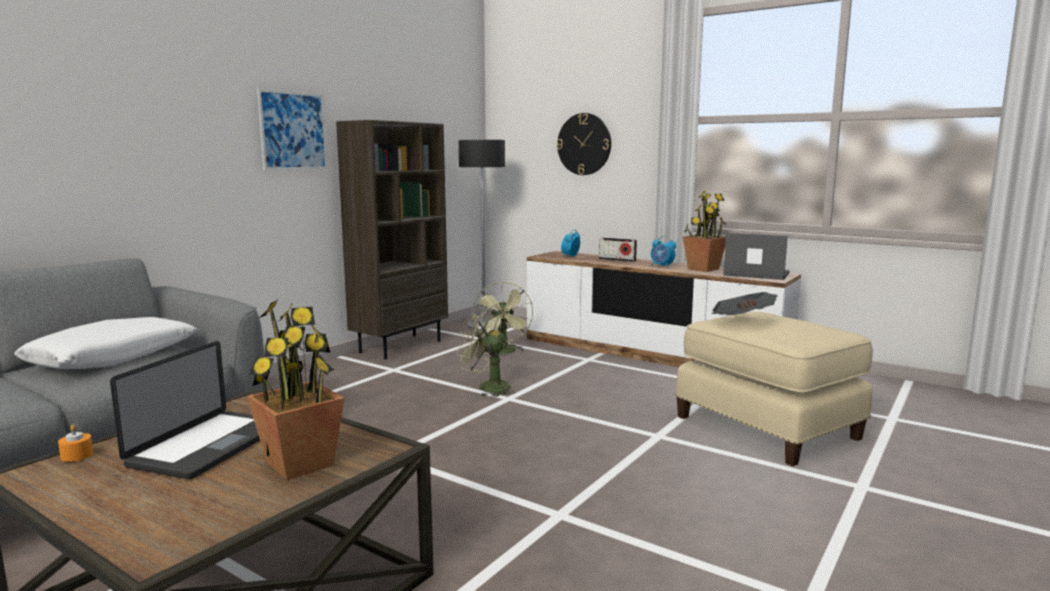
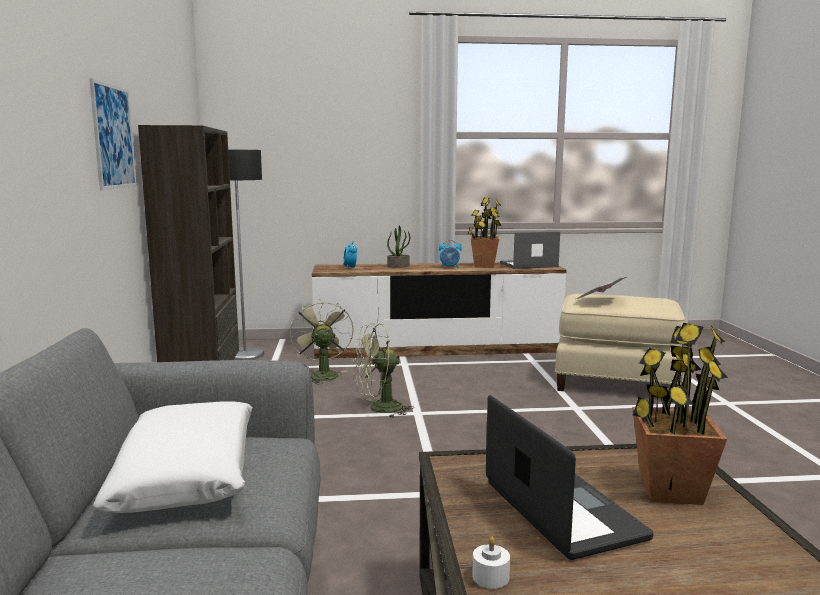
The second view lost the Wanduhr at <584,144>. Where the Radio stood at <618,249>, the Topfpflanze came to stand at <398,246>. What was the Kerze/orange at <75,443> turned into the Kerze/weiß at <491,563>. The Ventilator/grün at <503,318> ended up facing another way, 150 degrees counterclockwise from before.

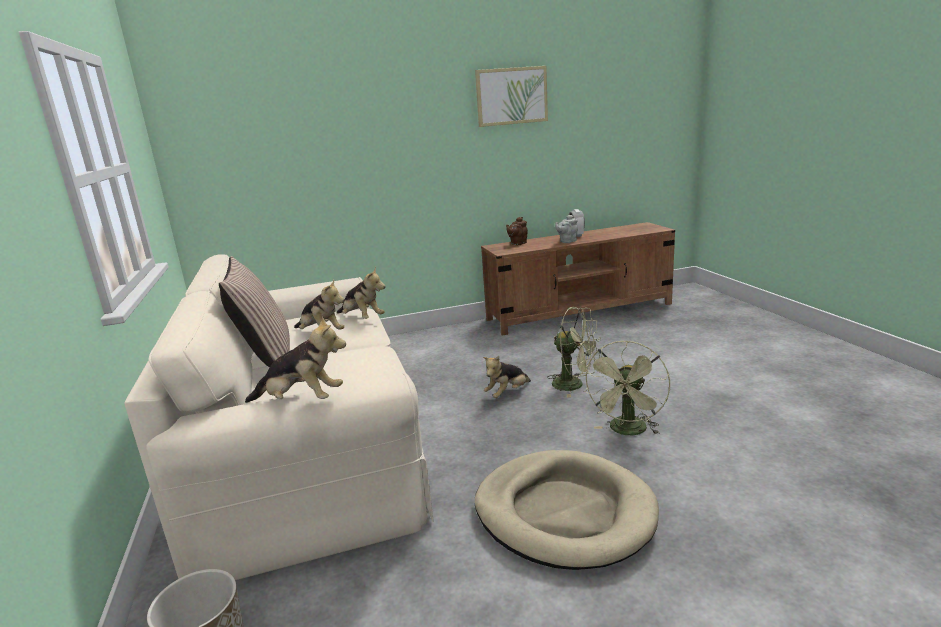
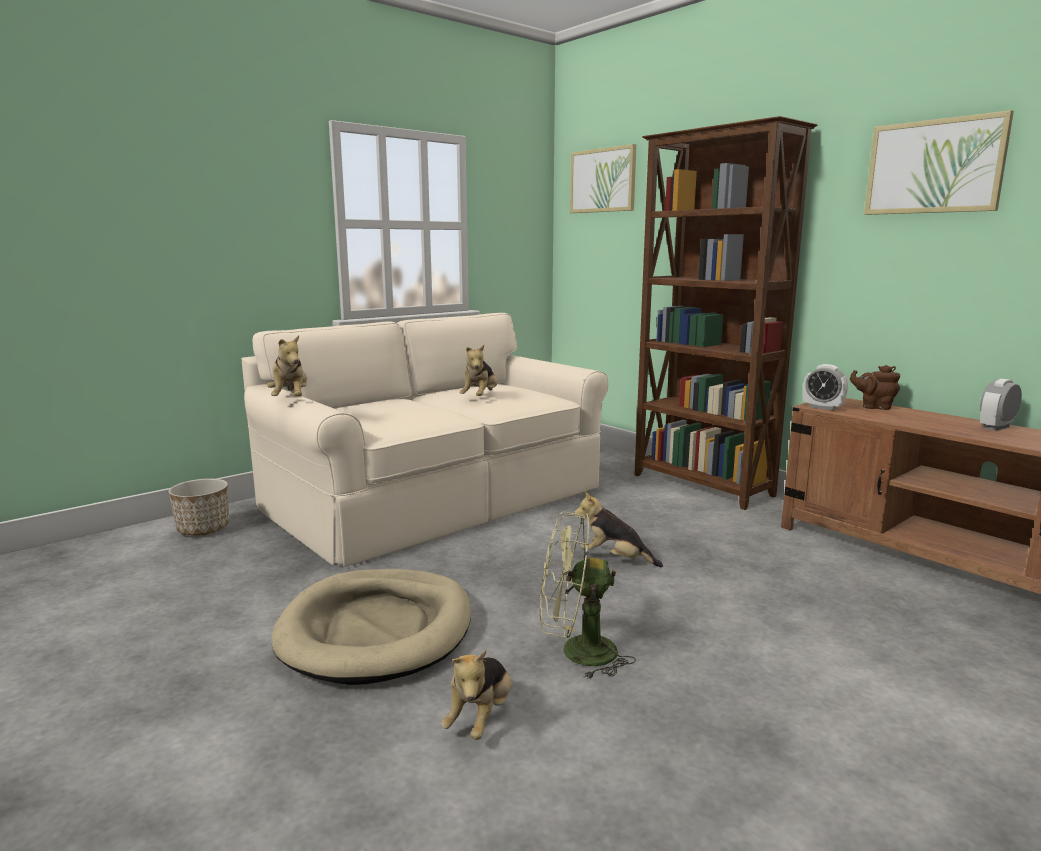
The second view lost the Kissen at <254,312>. The second view lost the Ventilator/grün at <574,352>. The second view lost the Teekanne/grau at <566,229>. The second view gained the Bild at <603,178>. The second view gained the Bücherregal/braun at <726,313>. The second view gained the Wecker at <825,387>. The Plüschtier ended up elsewhere, having gone from <361,293> to <476,695>.

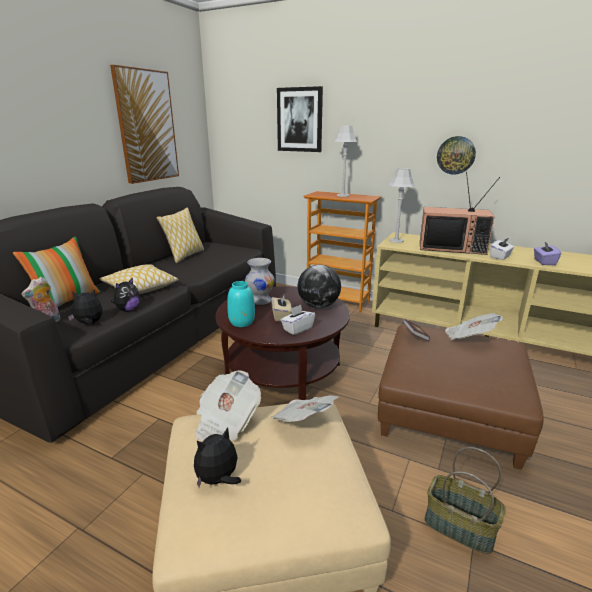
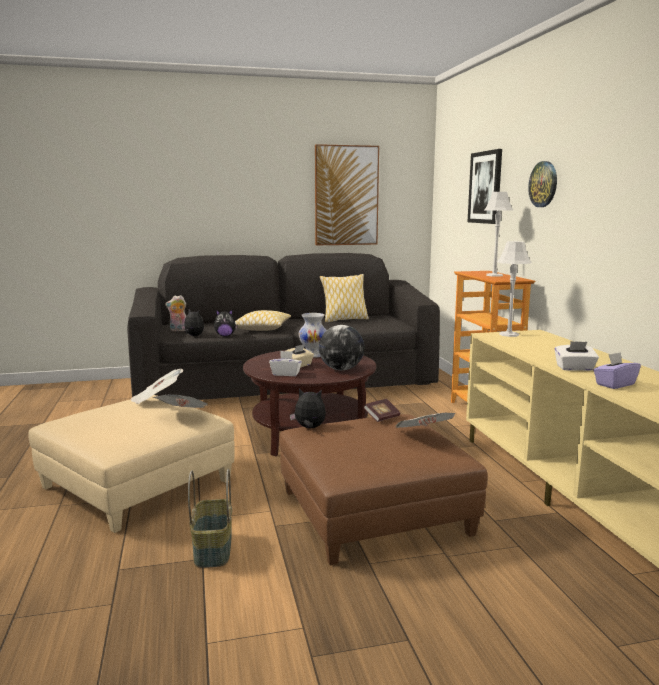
The second view lost the Kissen at <57,272>. The second view lost the Vase/türkis at <241,304>. The second view lost the Fernseher at <460,213>. The Plüschtier ended up elsewhere, having gone from <217,457> to <308,408>. The Wanduhr ended up elsewhere, having gone from <456,155> to <542,184>.

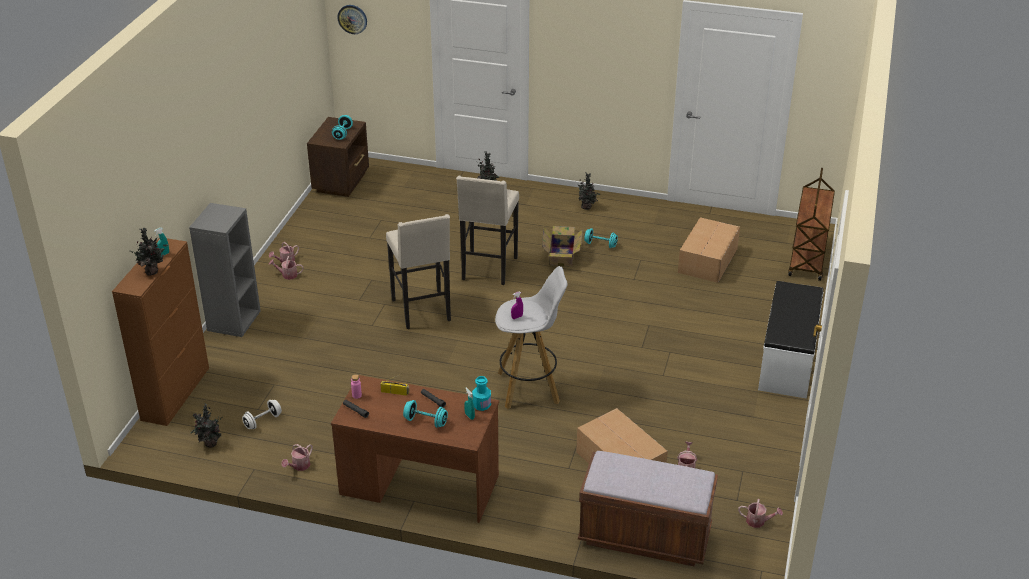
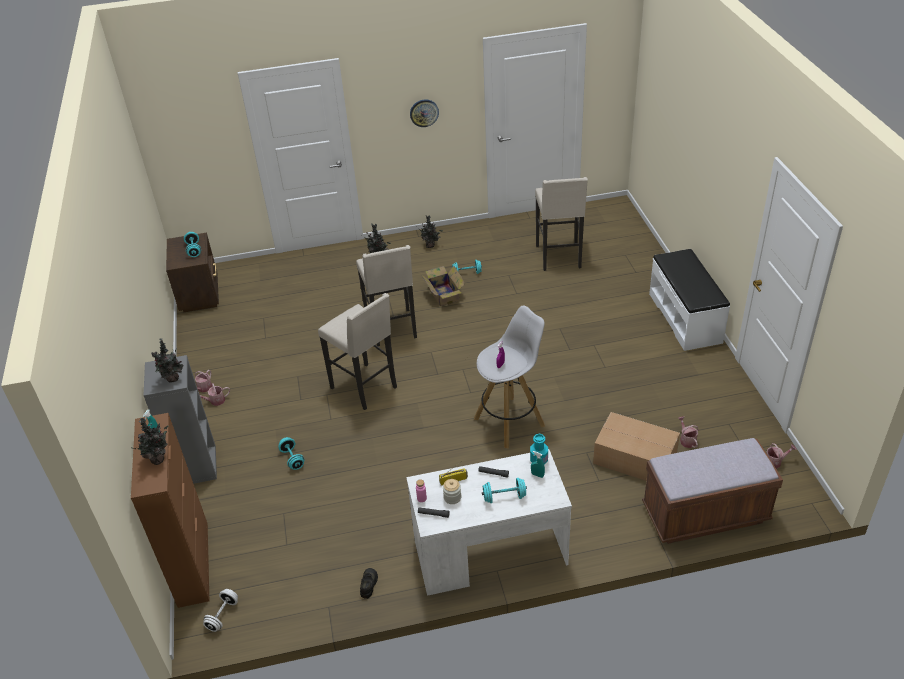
The second view lost the Rollwagen/braun at <811,224>. The second view gained the Hantel/türkis at <291,453>. The second view gained the Vorratsglas at <452,491>. The Topfpflanze ended up elsewhere, having gone from <206,425> to <168,361>. The Hantel/weiß ended up elsewhere, having gone from <262,414> to <220,610>. The Wanduhr ended up elsewhere, having gone from <352,19> to <424,113>. Where the Gießkanne stood at <297,457>, the Schuh/schwarz came to stand at <369,583>. Where the Karton stood at <709,250>, the Hocker/beige came to stand at <561,224>. What was the Schreibtisch/braun at <415,449> turned into the Schreibtisch/weiß at <489,522>.

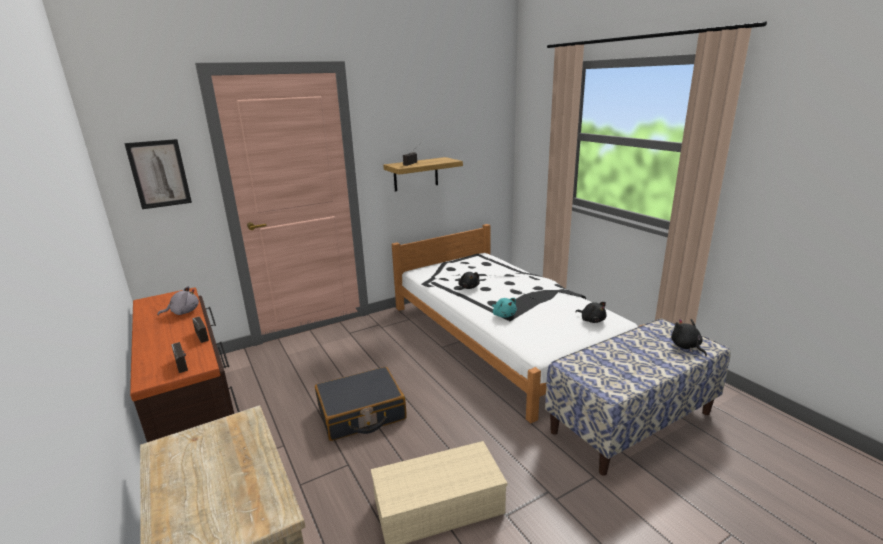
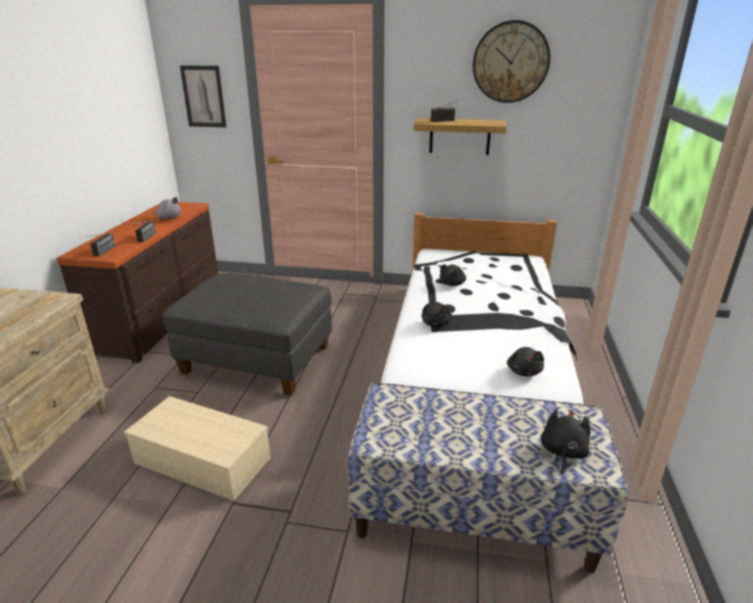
The second view gained the Wanduhr at <511,61>. Where the Koffer/schwarz stood at <361,404>, the Polsterhocker/grau came to stand at <247,334>. What was the Plüschtier/türkis at <504,308> turned into the Plüschtier/schwarz at <436,314>.

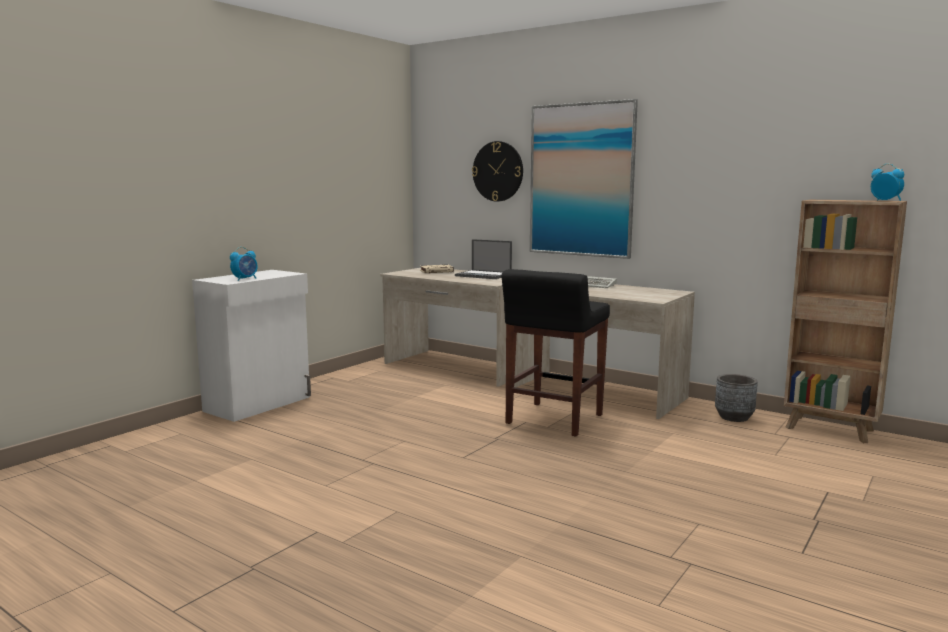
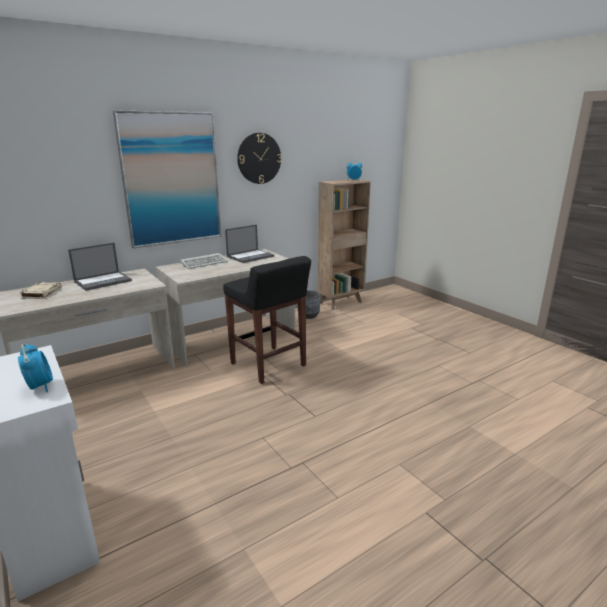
The second view gained the Laptop at <249,244>. The Wanduhr ended up elsewhere, having gone from <497,171> to <259,158>.

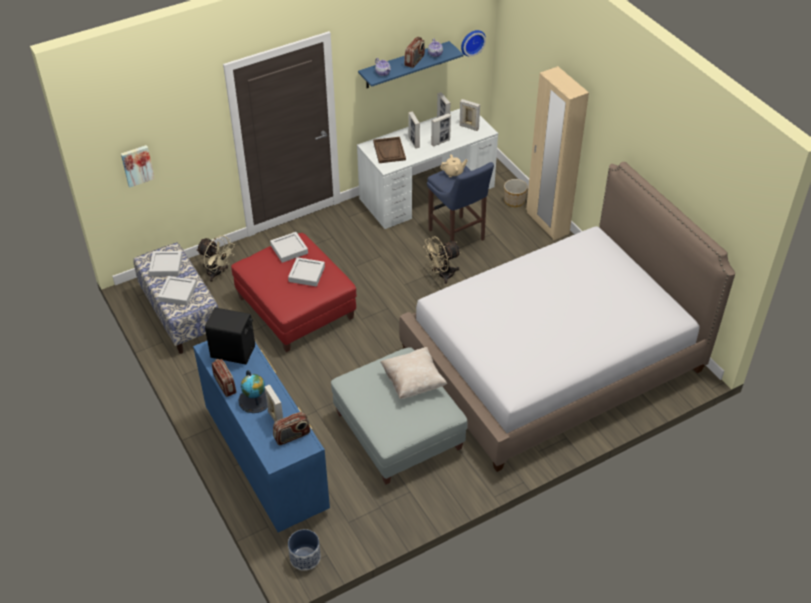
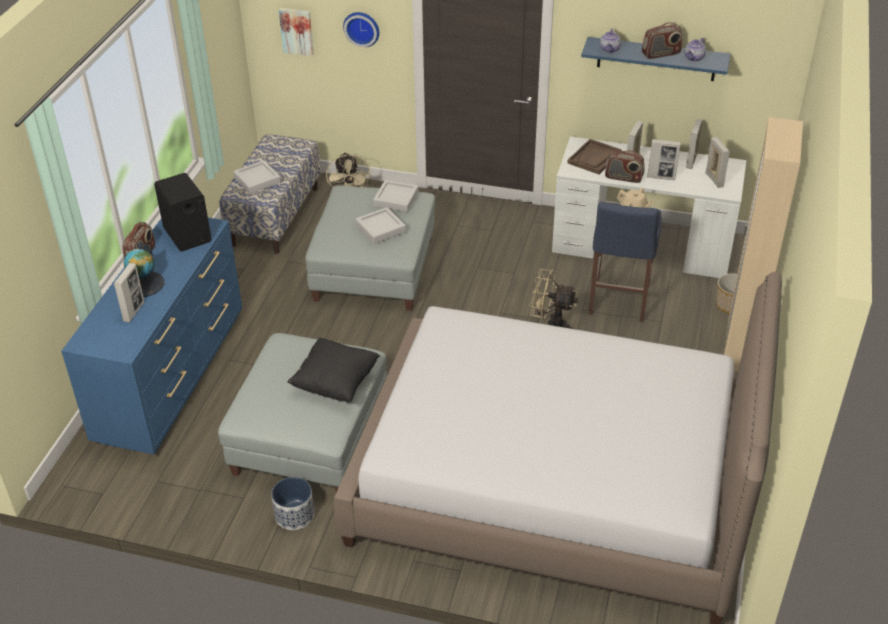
The second view lost the Tablett/grau at <165,263>. The Radio ended up elsewhere, having gone from <291,428> to <624,166>. The Pflanzkübel ended up elsewhere, having gone from <304,550> to <292,503>. The Wanduhr ended up elsewhere, having gone from <473,43> to <361,29>. What was the Polsterhocker/rot at <294,292> turned into the Polsterhocker/grau at <370,248>. What was the Kissen/beige at <413,373> turned into the Kissen/schwarz at <334,370>.

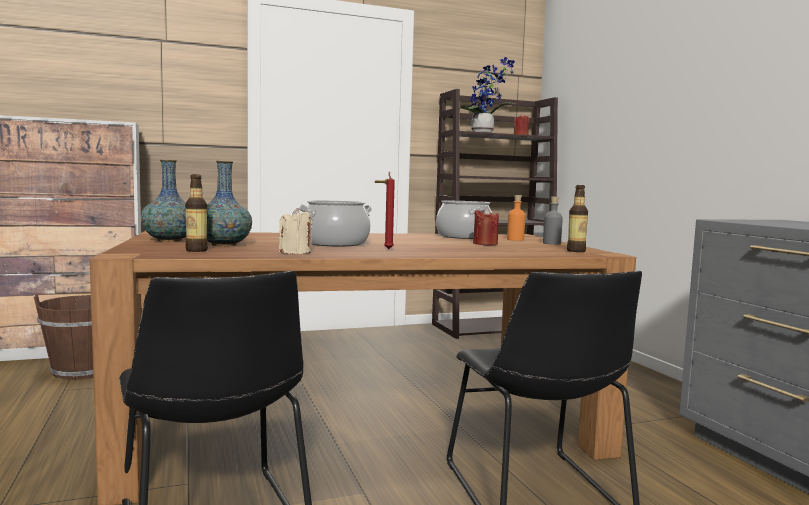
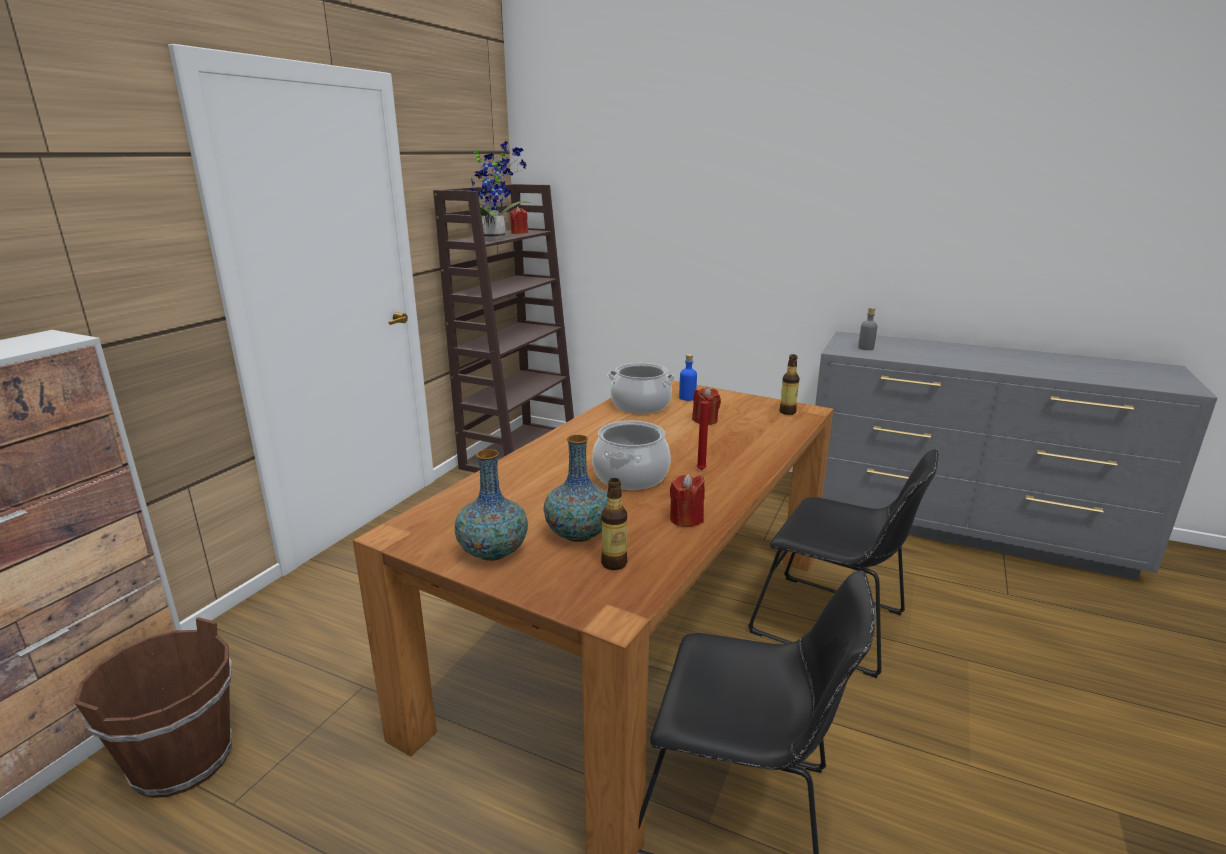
The Flasche/grau ended up elsewhere, having gone from <553,221> to <867,328>. What was the Kerze/beige at <296,231> turned into the Kerze/rot at <687,500>. What was the Flasche/orange at <516,218> turned into the Flasche/blau at <688,377>.

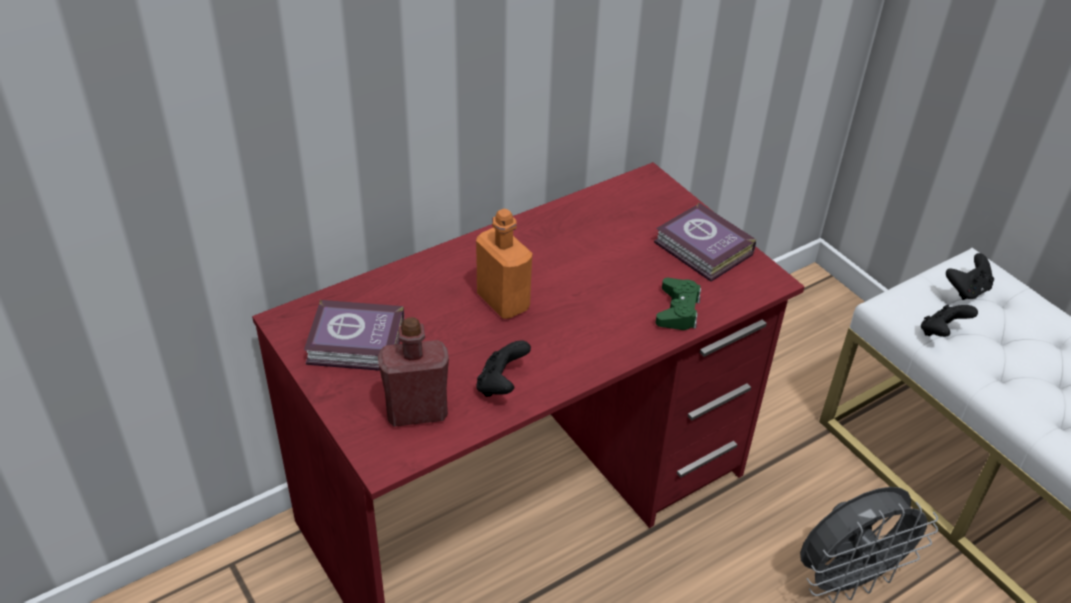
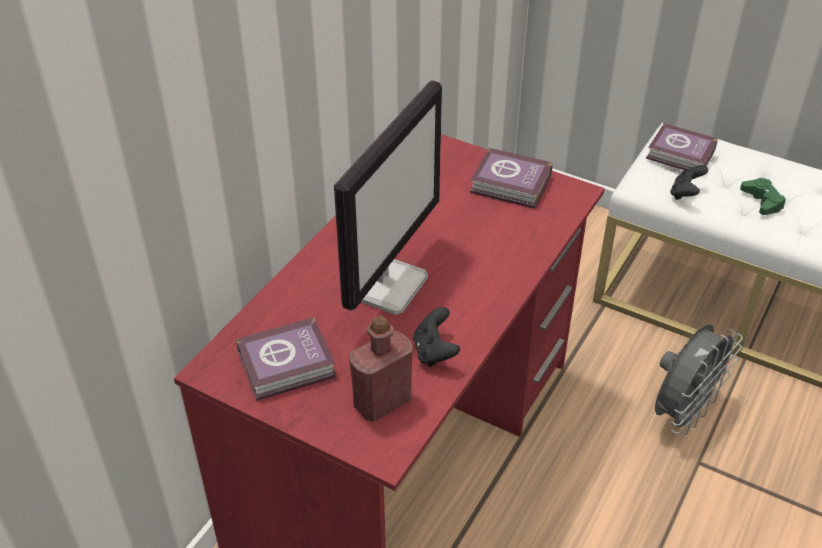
The Gamepad/grün ended up elsewhere, having gone from <678,304> to <763,196>. Where the Flasche/orange stood at <504,264>, the Monitor came to stand at <388,197>. Where the Gamepad/schwarz stood at <970,276>, the Buch came to stand at <682,147>.

